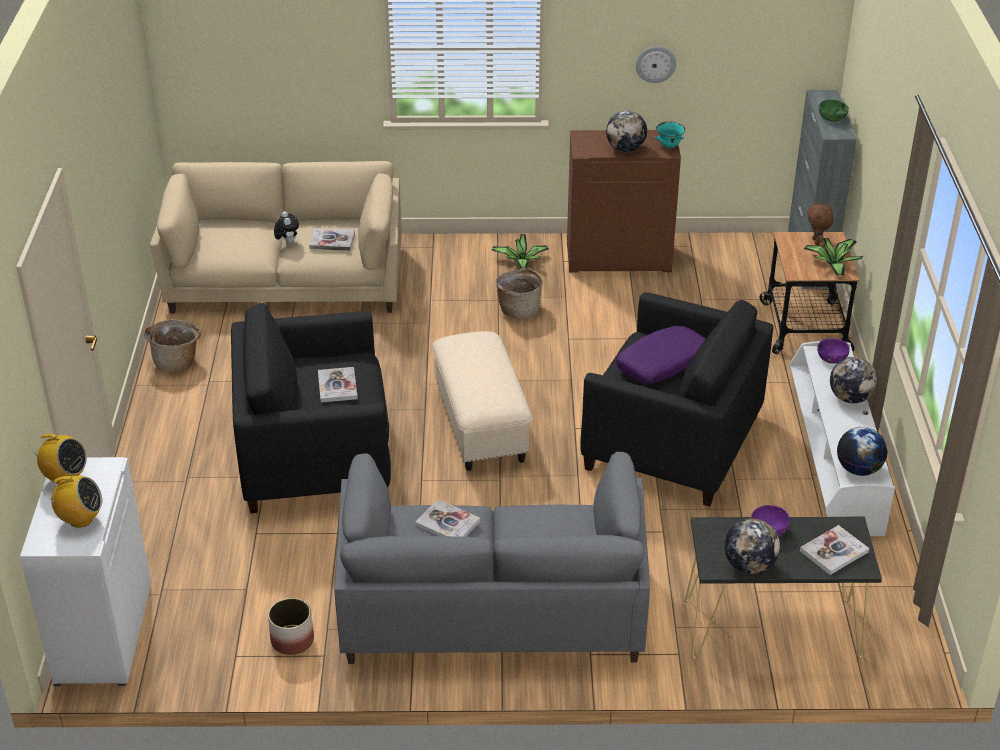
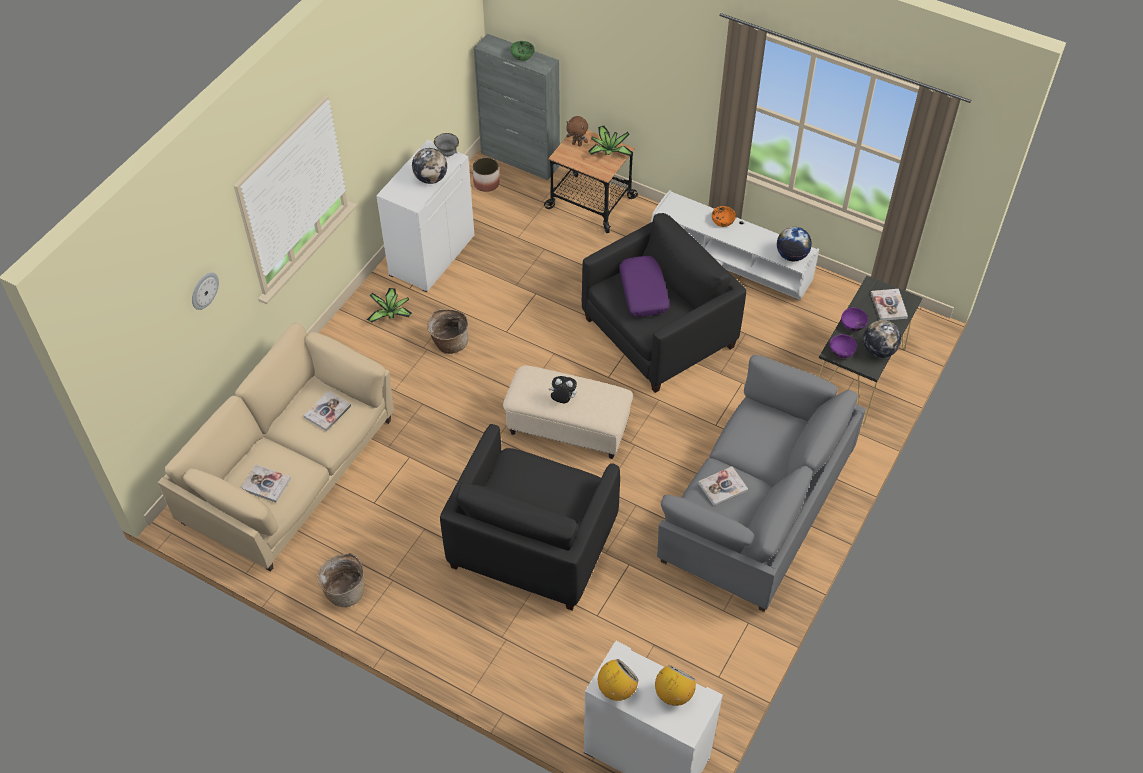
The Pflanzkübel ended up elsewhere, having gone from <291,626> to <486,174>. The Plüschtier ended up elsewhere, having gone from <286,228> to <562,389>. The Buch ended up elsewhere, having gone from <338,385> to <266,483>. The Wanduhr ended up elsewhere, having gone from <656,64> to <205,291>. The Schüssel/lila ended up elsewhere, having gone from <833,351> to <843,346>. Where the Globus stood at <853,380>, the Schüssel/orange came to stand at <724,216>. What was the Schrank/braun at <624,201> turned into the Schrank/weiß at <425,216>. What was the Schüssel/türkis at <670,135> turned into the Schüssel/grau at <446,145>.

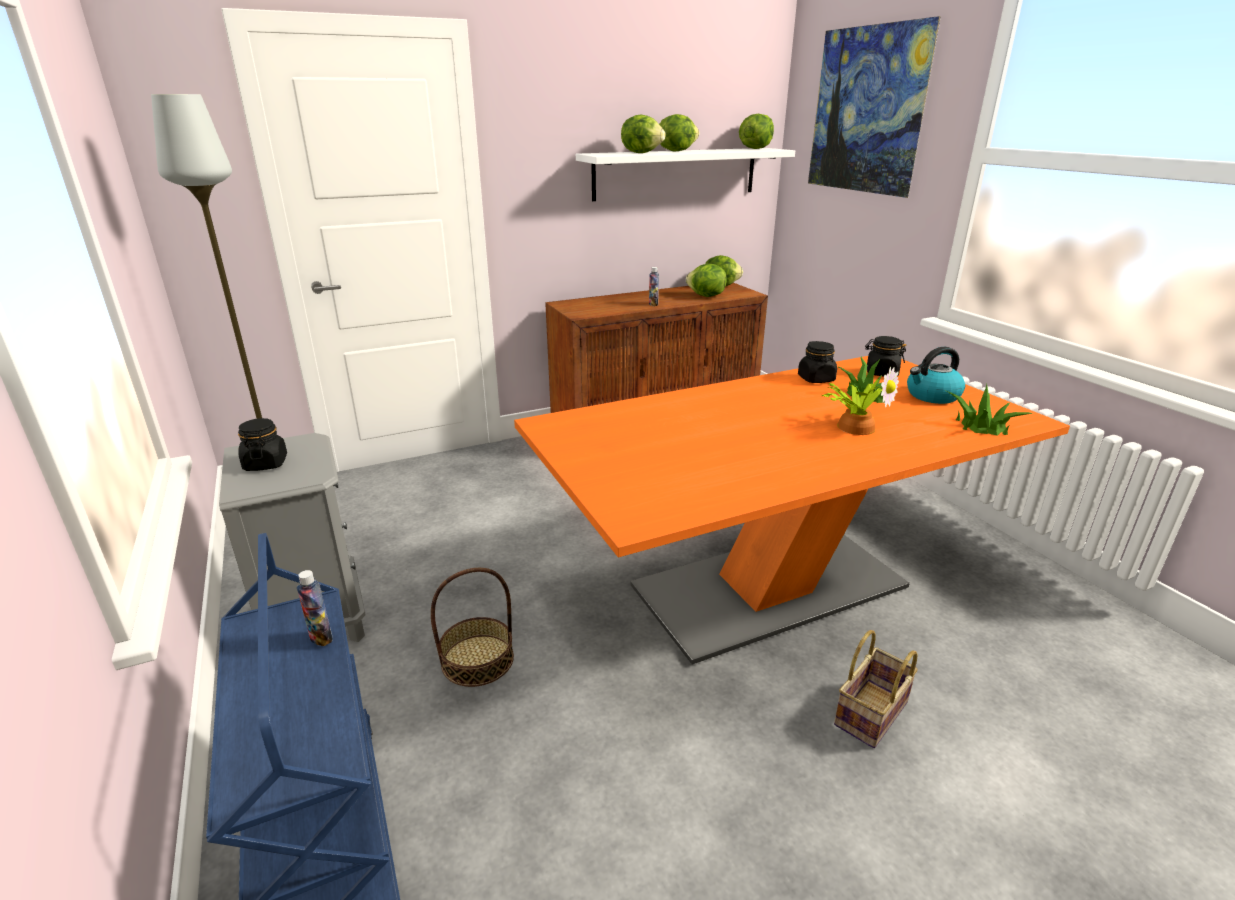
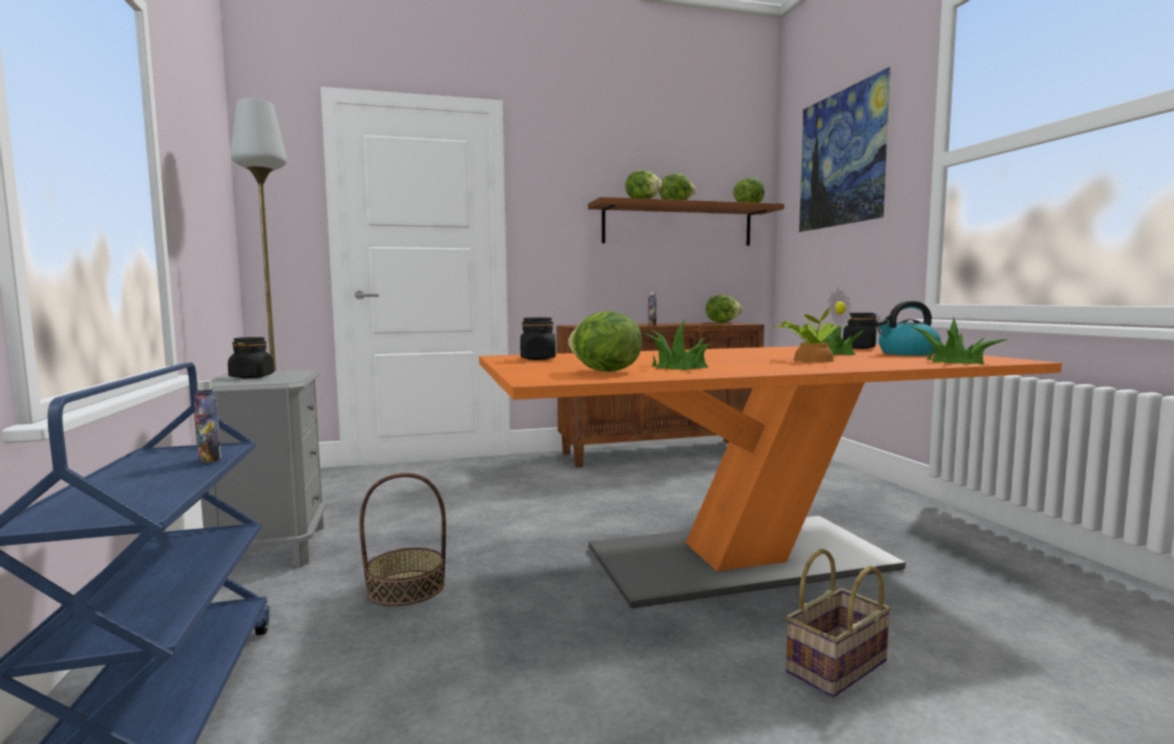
The second view gained the Topfpflanze at <677,344>. The Salatkopf ended up elsewhere, having gone from <706,280> to <605,341>. The Vorratsglas/schwarz ended up elsewhere, having gone from <817,362> to <538,338>. What was the Wandregal/weiß at <685,174> turned into the Wandregal/braun at <686,221>.

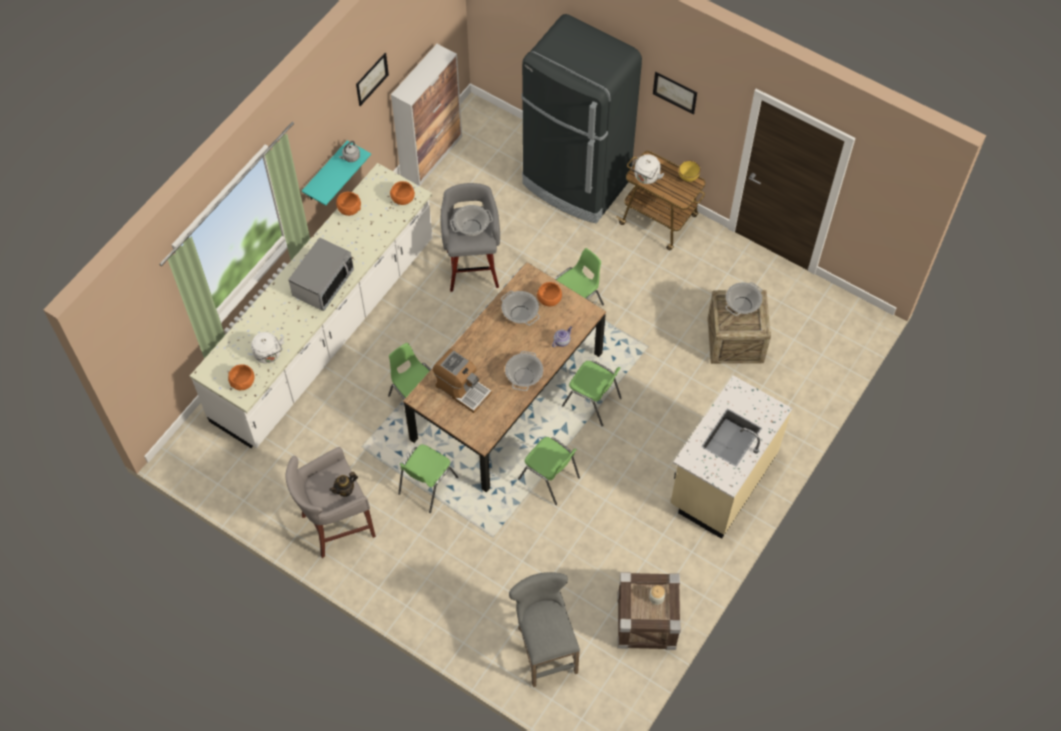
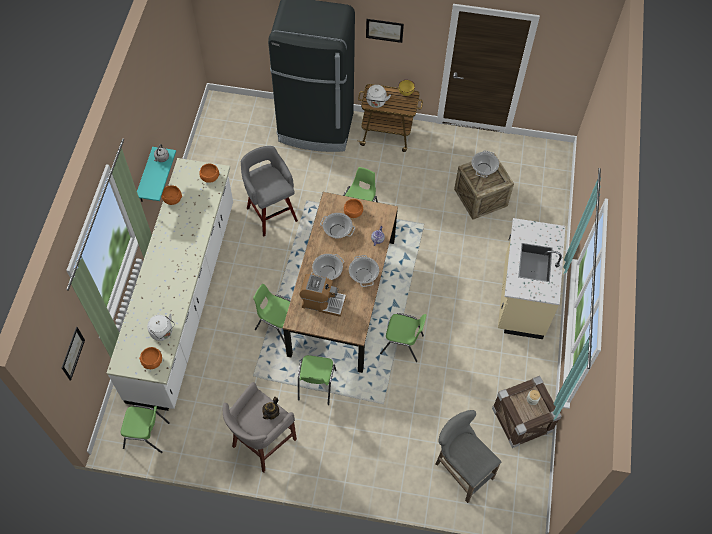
The second view lost the Mikrowelle at <321,274>. The second view lost the Schrank at <426,115>. The Bild ended up elsewhere, having gone from <372,79> to <73,354>. The Kochtopf ended up elsewhere, having gone from <471,220> to <327,267>. The Stuhl/grün ended up elsewhere, having gone from <592,393> to <145,429>.

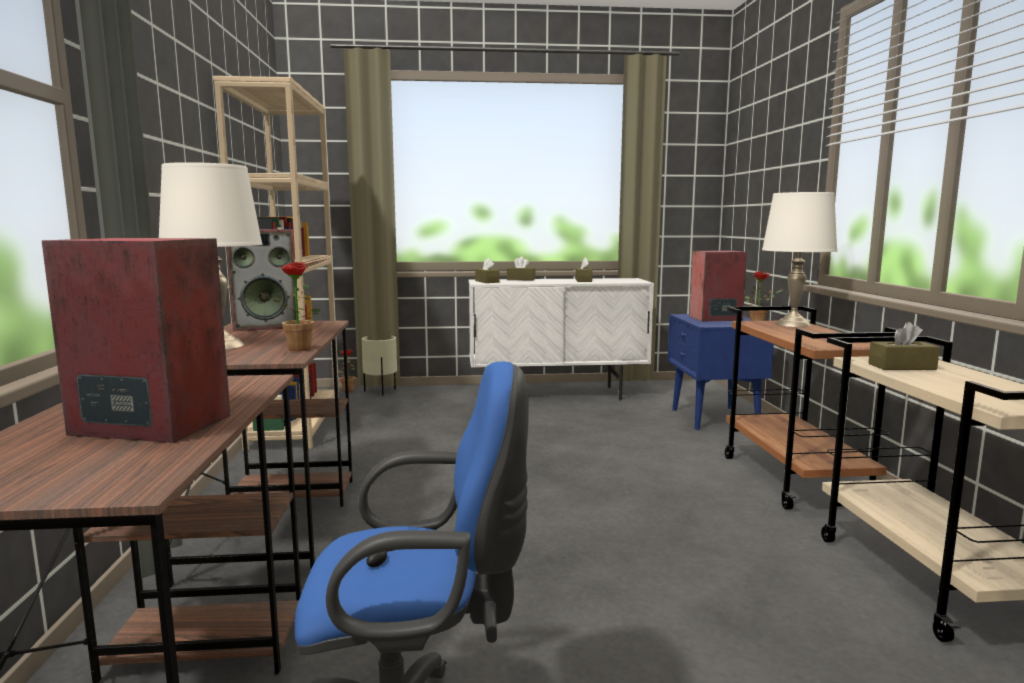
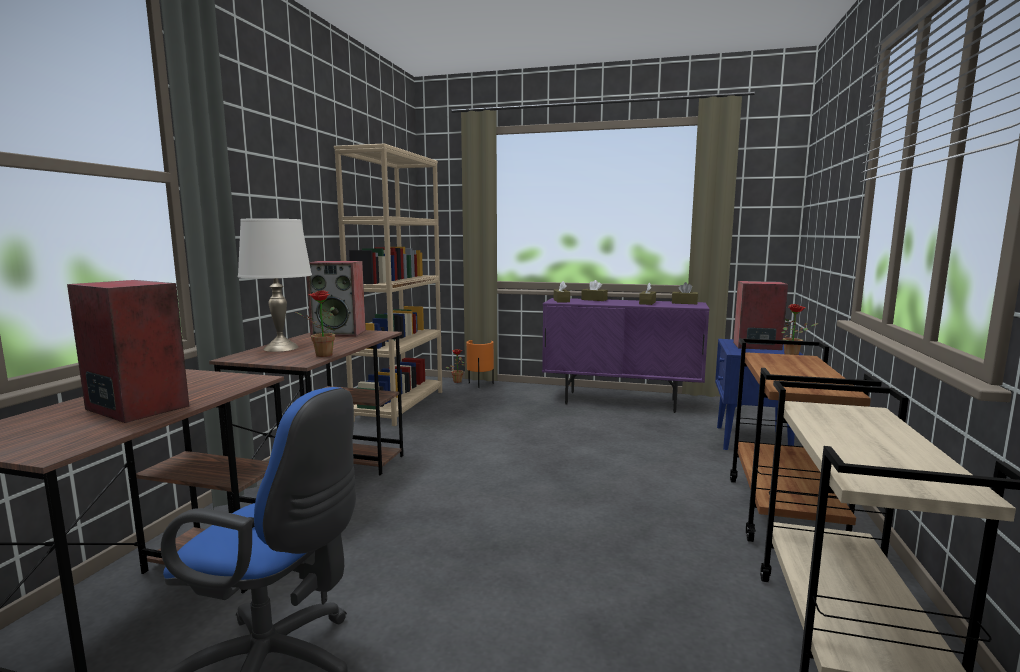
The second view lost the Tischlampe/weiß at <799,259>. The Taschentuchbox/braun ended up elsewhere, having gone from <904,346> to <685,293>. What was the Pflanzkübel/beige at <379,366> turned into the Pflanzkübel/orange at <480,364>. What was the Schrank/weiß at <561,339> turned into the Schrank/lila at <625,355>.

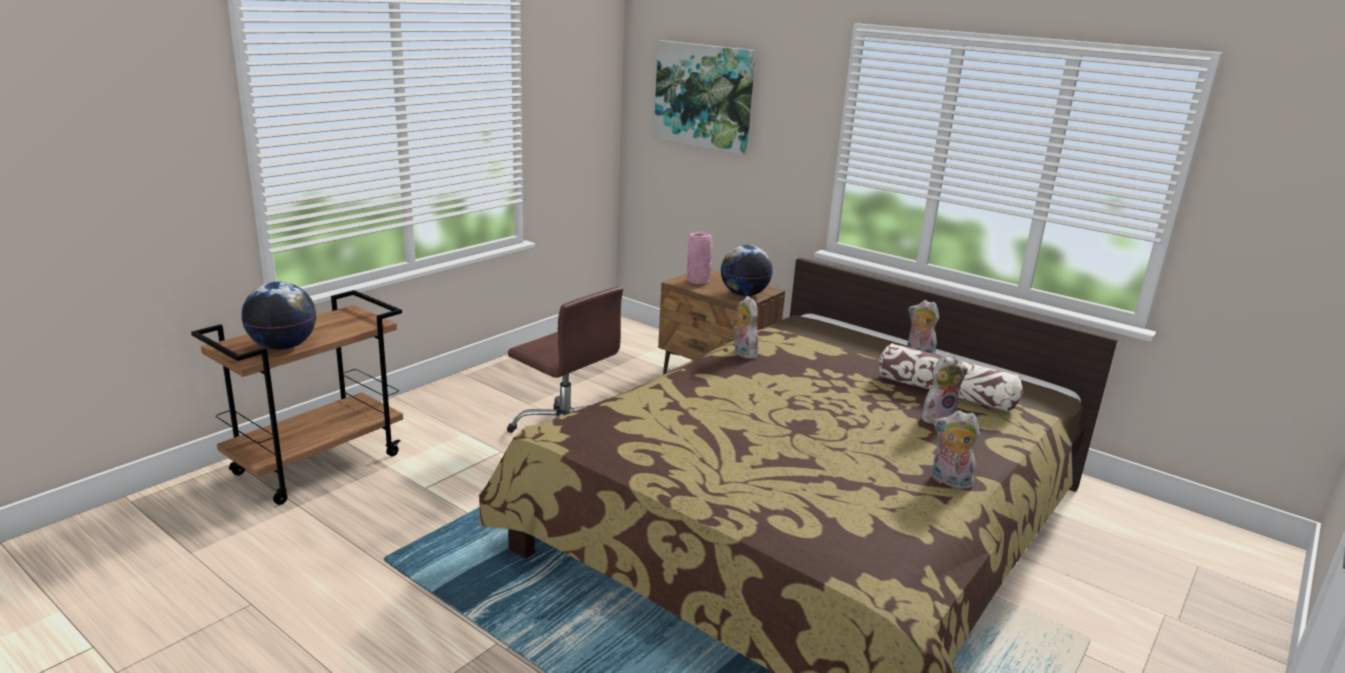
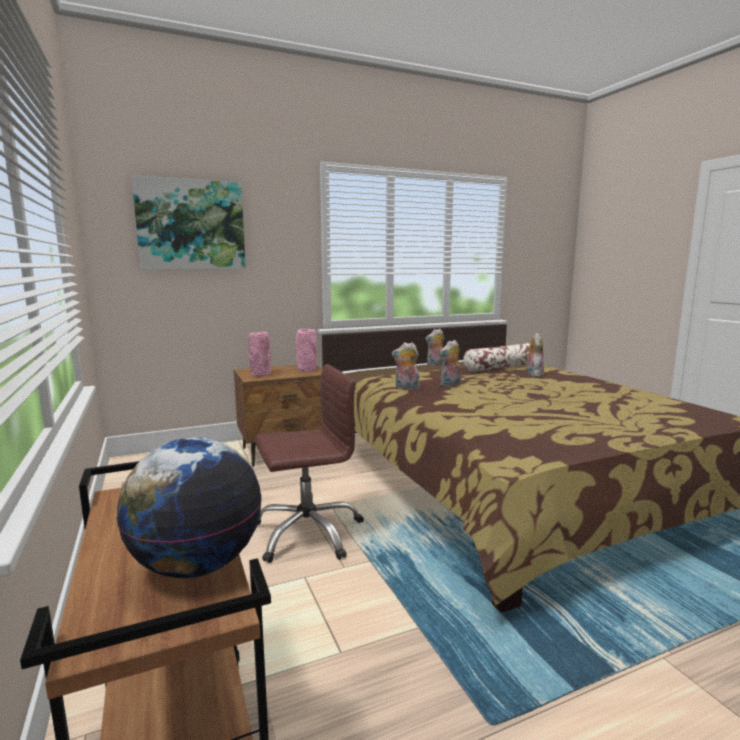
The Plüschtier ended up elsewhere, having gone from <956,449> to <450,364>. Where the Globus stood at <746,270>, the Vase/rosa came to stand at <306,350>.

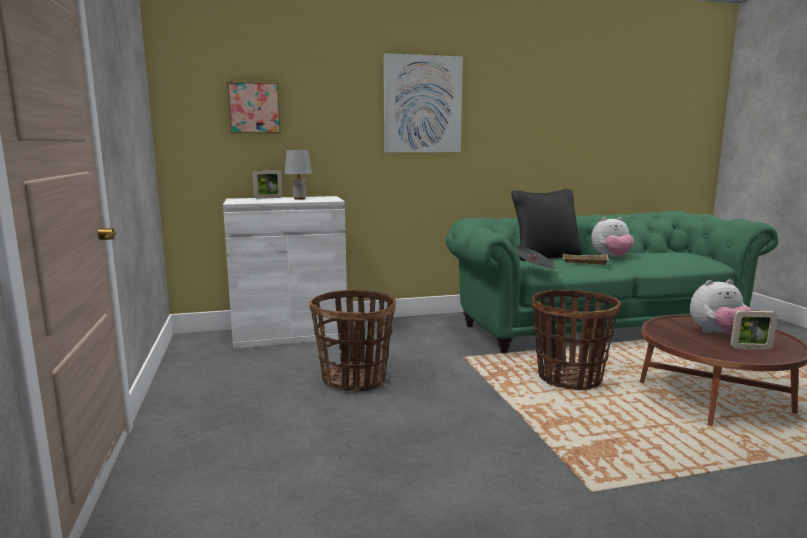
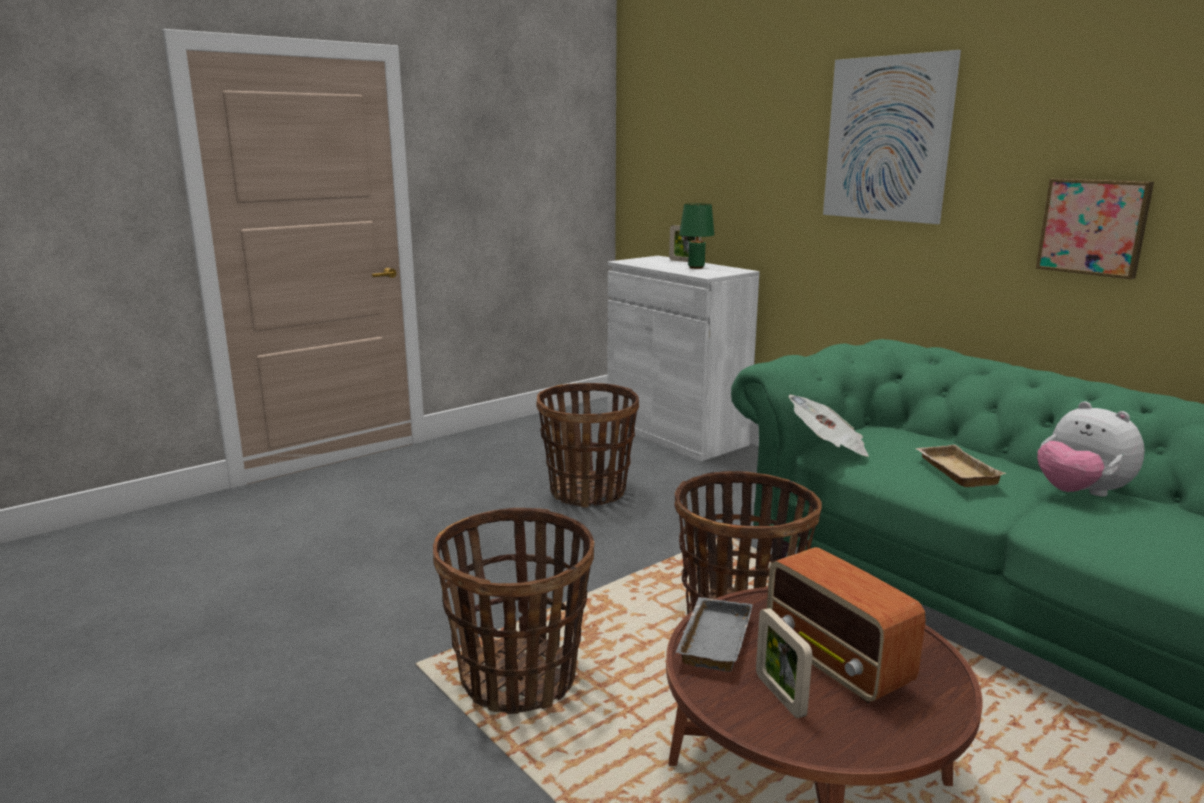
The second view lost the Kissen/schwarz at <547,225>. The second view gained the Korb at <514,611>. The second view gained the Tablett/grau at <714,634>. The Bild ended up elsewhere, having gone from <254,107> to <1095,228>. Where the Plüschtier stood at <721,307>, the Radio came to stand at <846,625>. What was the Tischlampe/grau at <298,175> turned into the Tischlampe/grün at <696,236>.

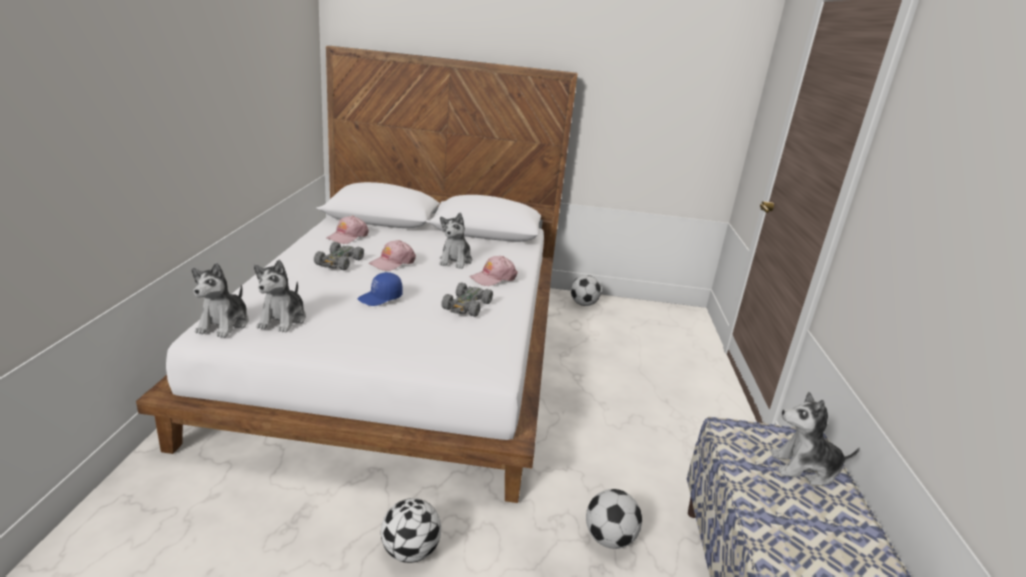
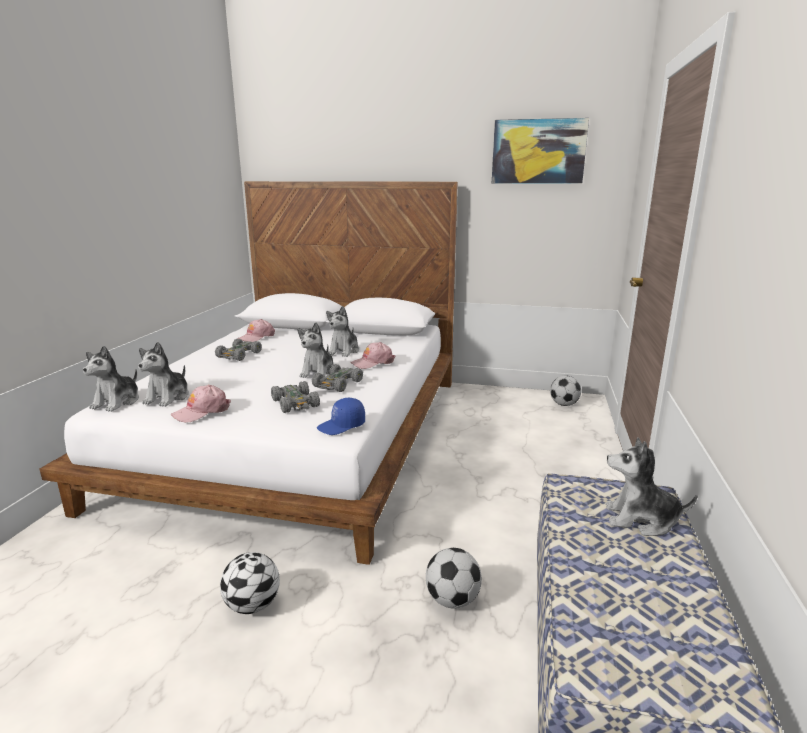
The second view gained the Spielzeugauto/grau at <295,397>. The second view gained the Plüschtier at <315,350>. The second view gained the Bild at <540,151>. The Kappe/blau ended up elsewhere, having gone from <380,289> to <341,416>. The Kappe/rosa ended up elsewhere, having gone from <392,255> to <201,404>. The Fußball ended up elsewhere, having gone from <586,290> to <565,391>.

